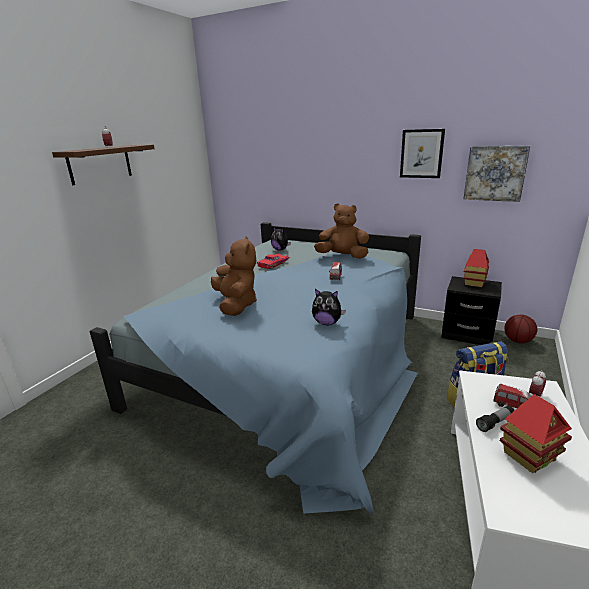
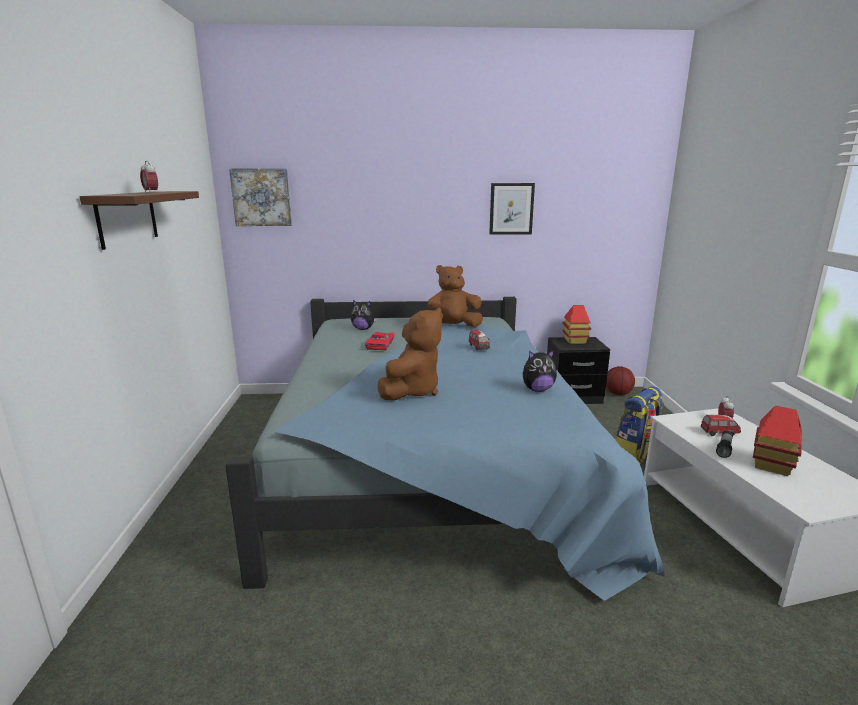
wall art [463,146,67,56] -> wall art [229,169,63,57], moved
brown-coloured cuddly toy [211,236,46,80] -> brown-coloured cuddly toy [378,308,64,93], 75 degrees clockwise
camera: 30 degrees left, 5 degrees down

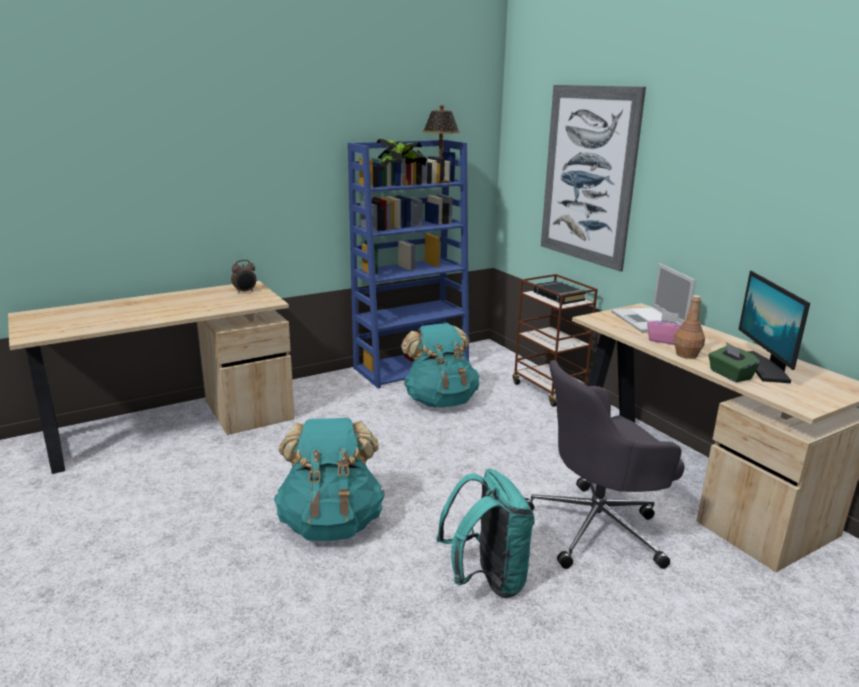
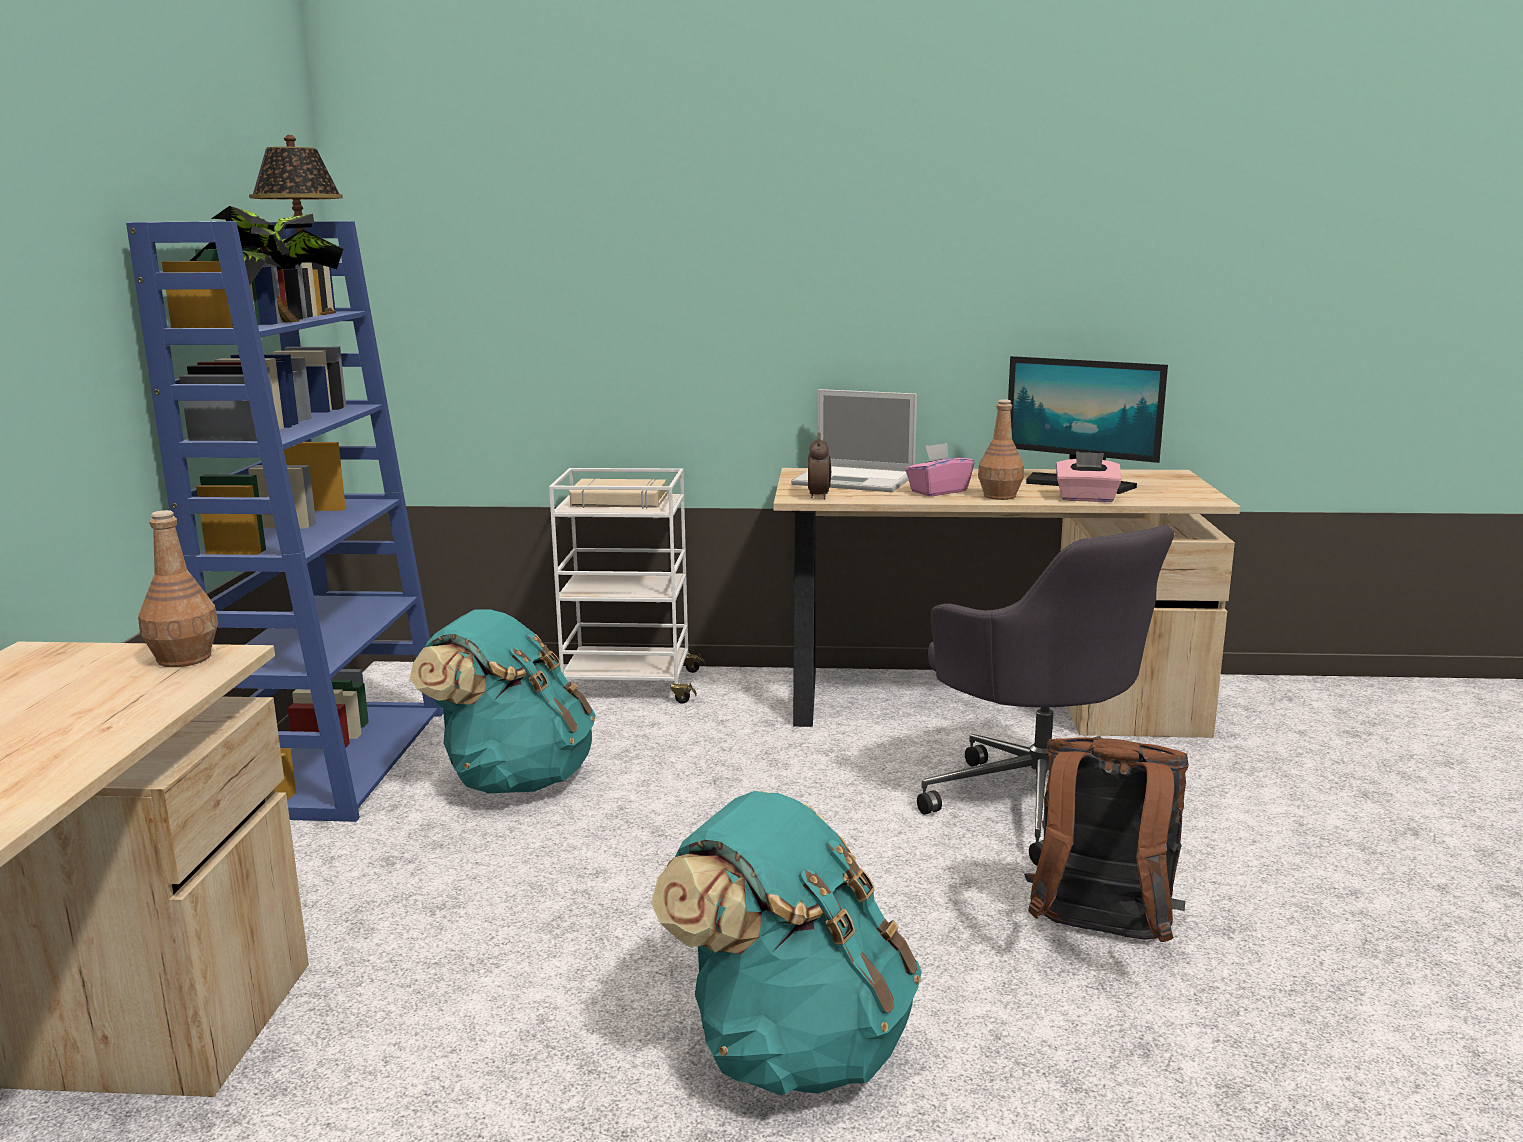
wall art [541,85,105,187] -> none
none -> brown-coloured beverage bottle [138,510,80,157]
bedside clock [231,260,25,34] -> bedside clock [808,433,23,67], moved
blue-green backpack [436,469,99,129] -> brown-coloured backpack [1024,738,165,204]
brown-coloured wheeled cart [512,274,86,133] -> whitish wheeled cart [549,468,157,236]
black-coloured book [533,281,53,23] -> beige-coloured book [569,479,98,30]
green-coloured tissue box [708,342,52,40] -> pink-coloured tissue box [1056,451,66,51]
greyish office chair [525,360,160,209] -> greyish office chair [917,525,258,341], 45 degrees counterclockwise
camera: 55 degrees left, 5 degrees down

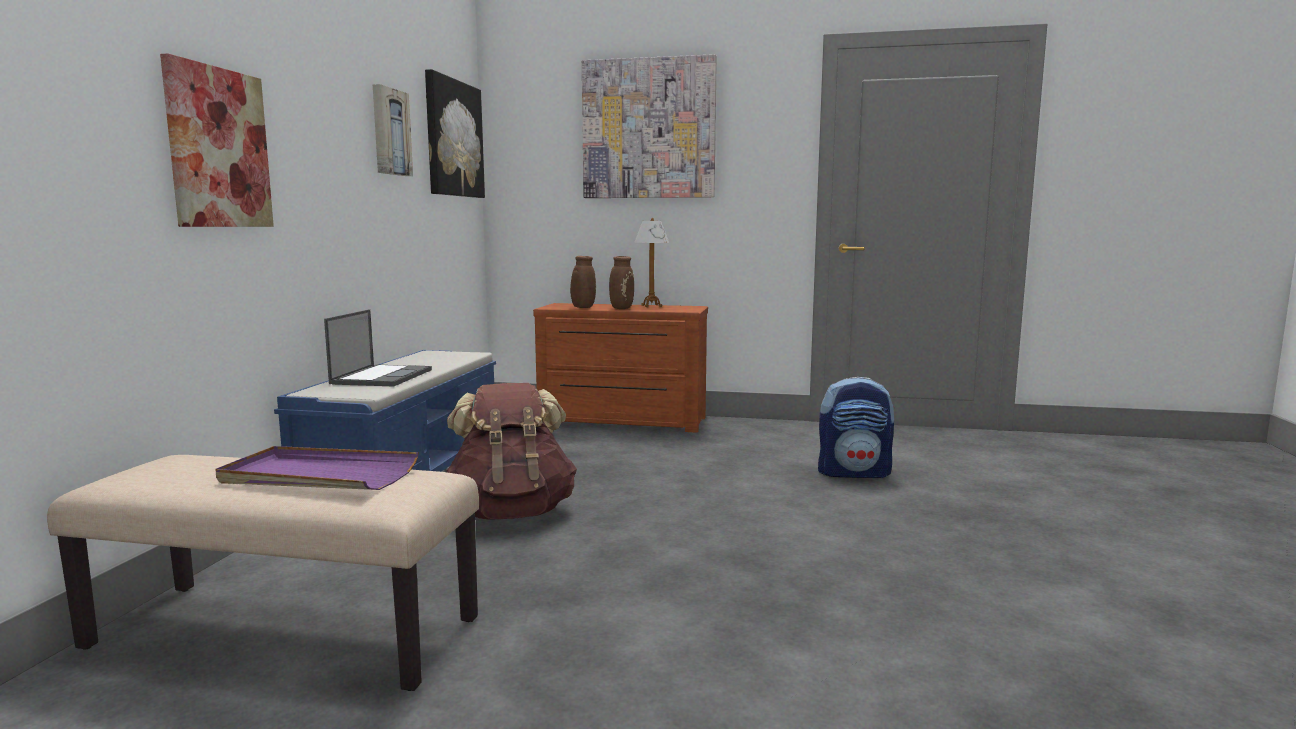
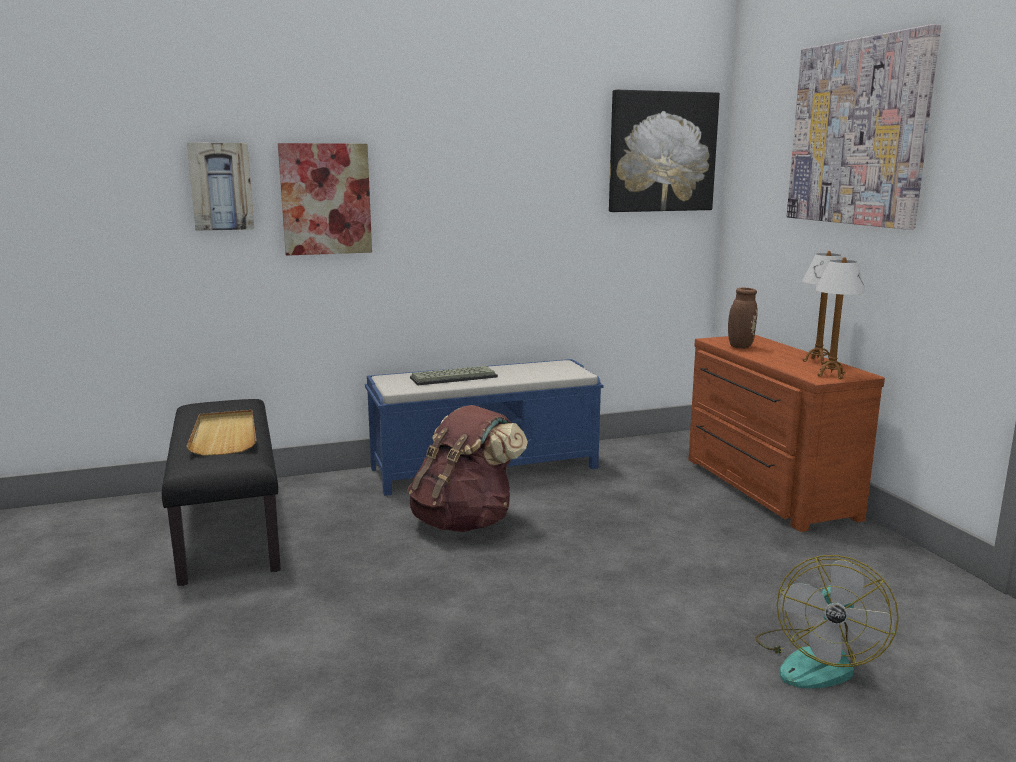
brown-coloured flower vase [609,256,25,53] -> none
none -> table lamp [815,257,51,122]
wall art [373,84,40,92] -> wall art [187,143,67,88], moved
notebook computer [324,309,108,77] -> keyboard [410,366,88,19]
backpack [818,377,77,101] -> electric fan [755,555,144,134]
beige-coloured bench [47,455,432,236] -> black-coloured bench [162,399,119,187]
purple-coloured carrying tray [215,446,204,44] -> beige-coloured carrying tray [186,410,70,46]
camera: 60 degrees right, 5 degrees up

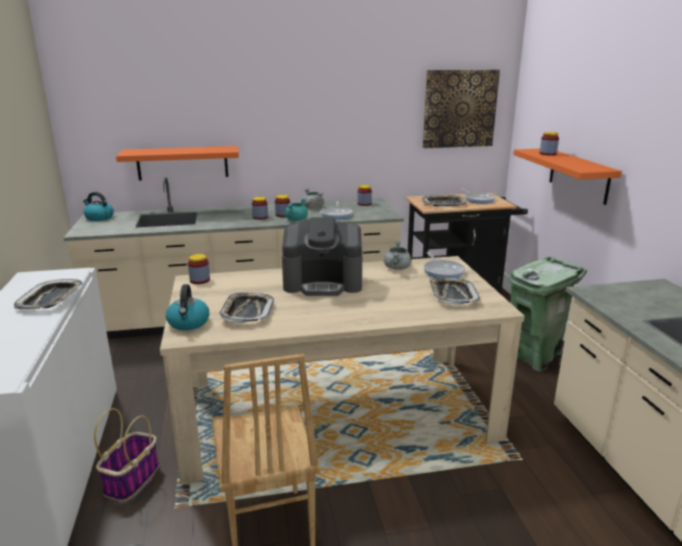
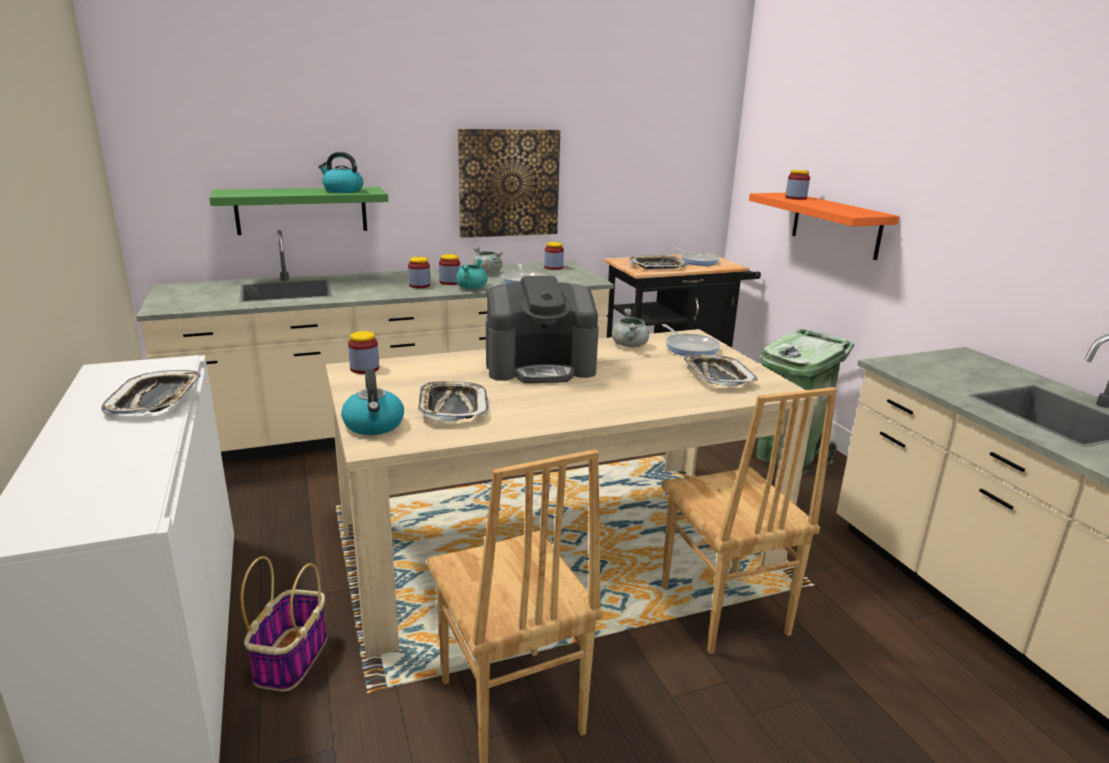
none -> brown-coloured upright chair [661,387,176,267]
tea kettle [83,192,31,29] -> tea kettle [318,152,45,41], moved
wall art [423,70,77,78] -> wall art [458,129,102,109], moved
orange-coloured shelf [116,146,123,34] -> green-coloured shelf [209,187,179,48]
camera: 10 degrees left, 0 degrees up

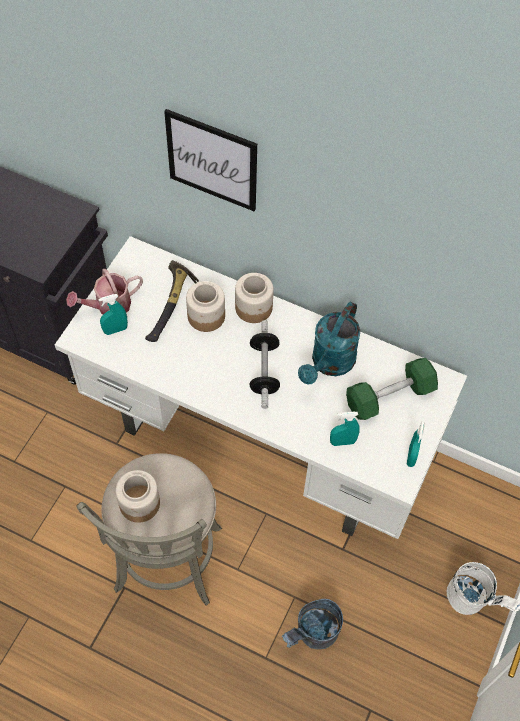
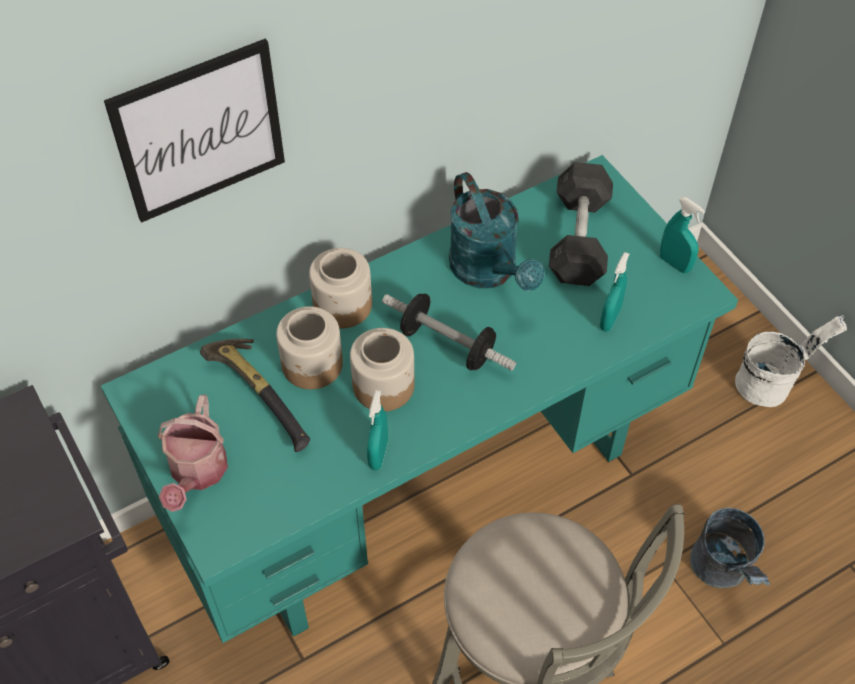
blue-green spray bottle [98,294,30,41] -> blue-green spray bottle [367,390,21,80], moved
jar [116,470,44,53] -> jar [350,328,65,84], moved
whitish desk table [55,236,412,303] -> blue-green desk table [101,155,637,488]
green-coloured hand weight [346,358,92,62] -> greyish hand weight [549,162,64,124]
camera: 55 degrees left, 5 degrees down

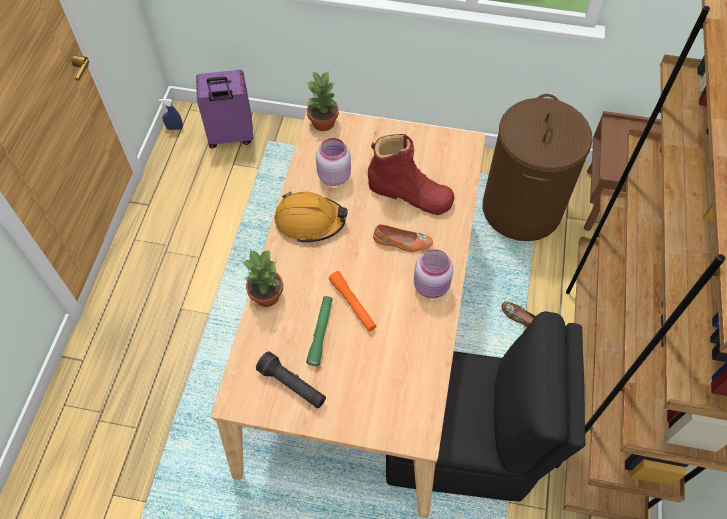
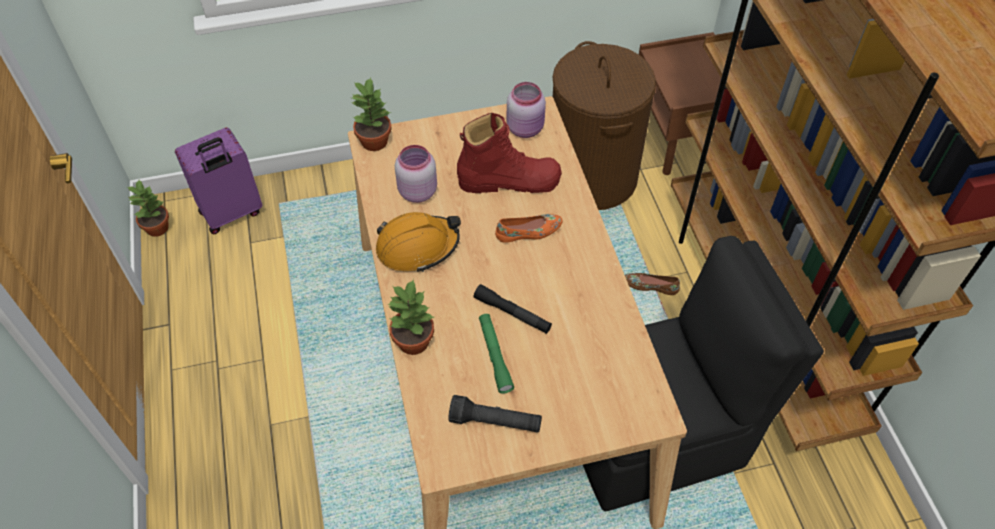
pink-coloured jar [414,249,39,49] -> pink-coloured jar [507,82,39,56], moved
blue spray bottle [159,99,24,31] -> plant in a pot [127,180,42,57]
orange-coloured torch [329,271,47,61] -> black-coloured torch [474,284,78,50]
camera: 25 degrees left, 5 degrees down

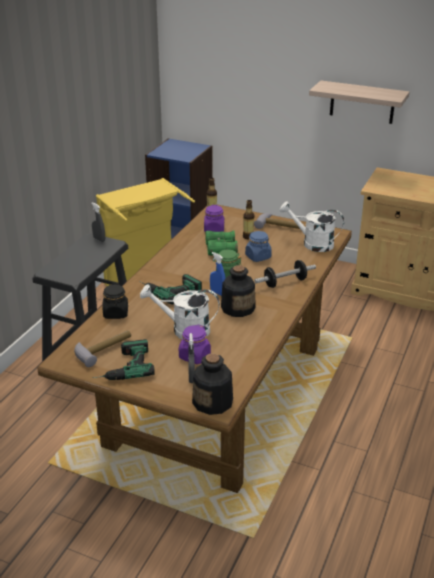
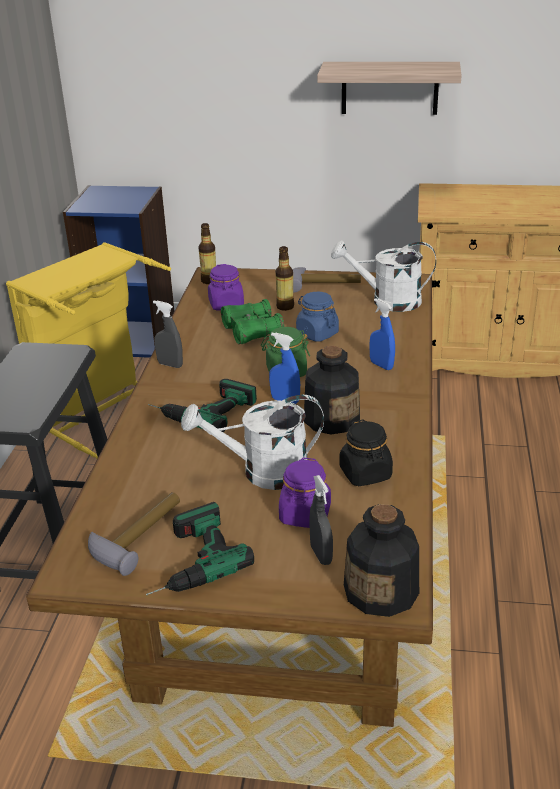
greyish spray bottle [91,202,14,40] -> greyish spray bottle [153,300,30,68], moved
black-coloured jar [102,284,26,35] -> black-coloured jar [339,419,54,67], moved
hand weight [254,260,62,28] -> blue spray bottle [370,298,25,72]
camera: 15 degrees left, 0 degrees up

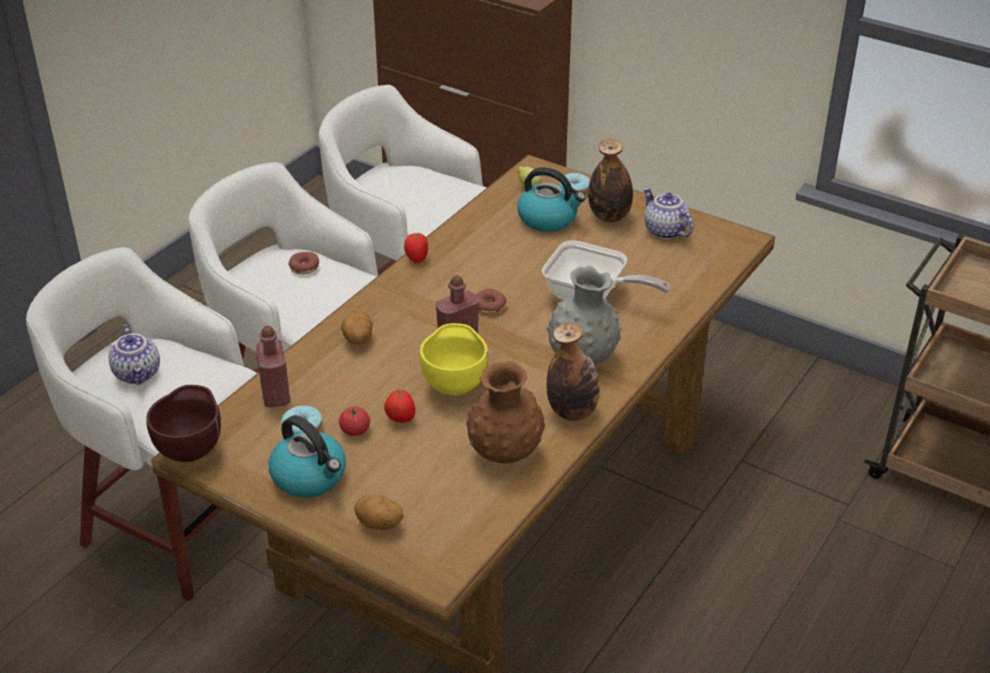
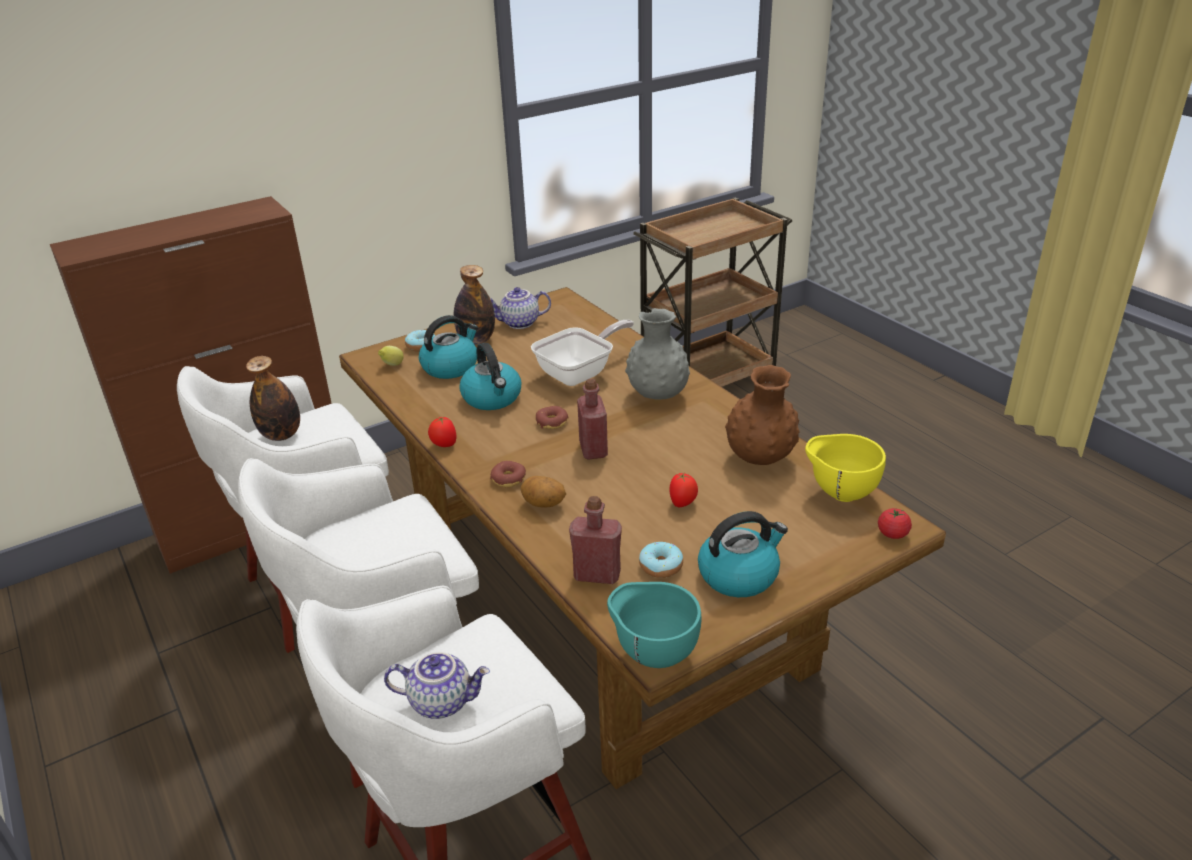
whole potato [354,494,50,36] -> none
none -> tea kettle [459,343,62,67]
donut [289,252,30,22] -> donut [490,461,36,26], moved
fresh tomato [339,407,31,29] -> fresh tomato [878,508,34,31], moved
yellow serving bowl [420,323,68,73] -> yellow serving bowl [805,434,81,68], moved
beverage bottle [547,323,53,98] -> beverage bottle [246,356,54,85], moved
brown-coloured serving bowl [146,385,75,77] -> blue-green serving bowl [607,582,95,86]
camera: 65 degrees left, 5 degrees down

